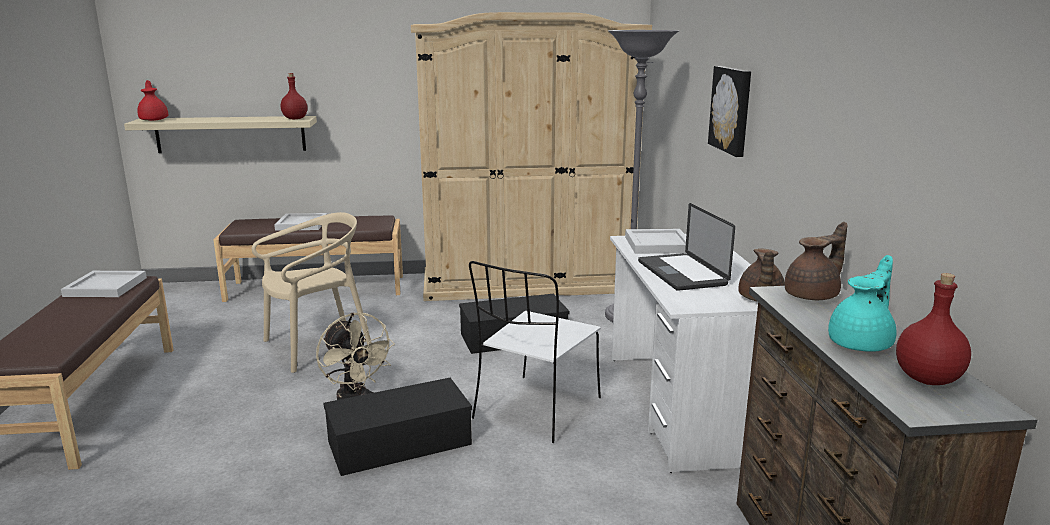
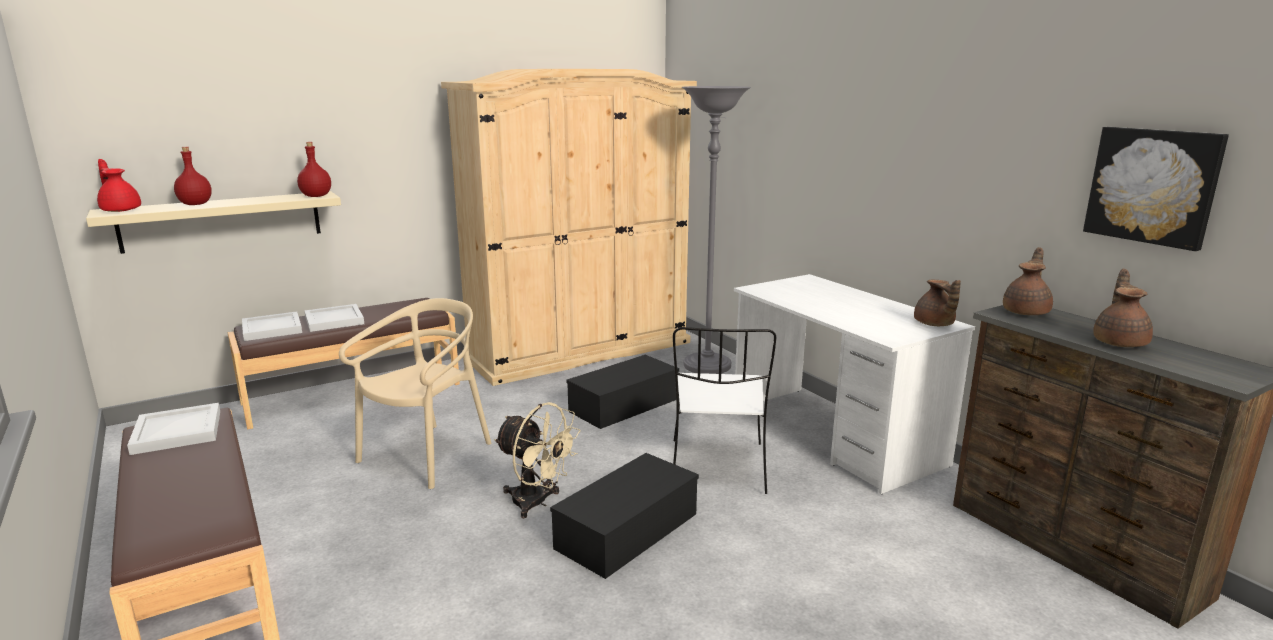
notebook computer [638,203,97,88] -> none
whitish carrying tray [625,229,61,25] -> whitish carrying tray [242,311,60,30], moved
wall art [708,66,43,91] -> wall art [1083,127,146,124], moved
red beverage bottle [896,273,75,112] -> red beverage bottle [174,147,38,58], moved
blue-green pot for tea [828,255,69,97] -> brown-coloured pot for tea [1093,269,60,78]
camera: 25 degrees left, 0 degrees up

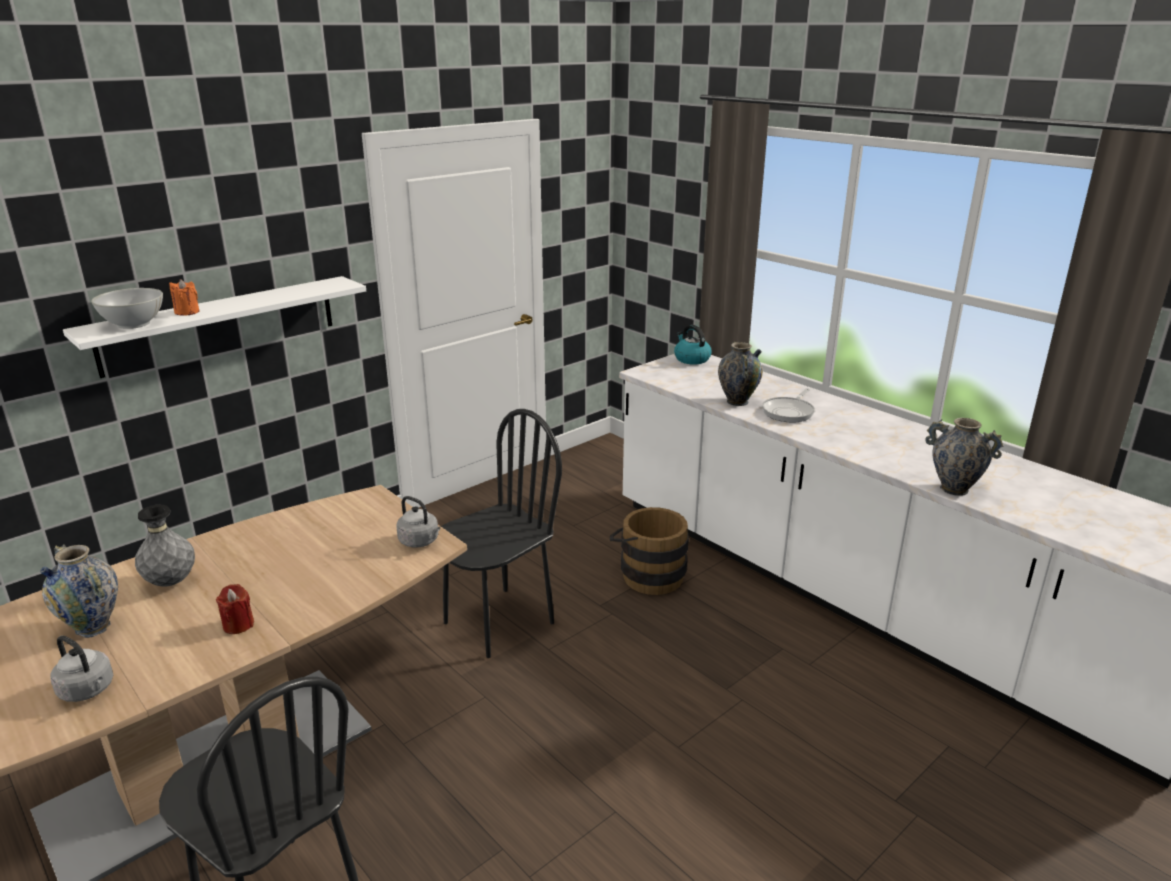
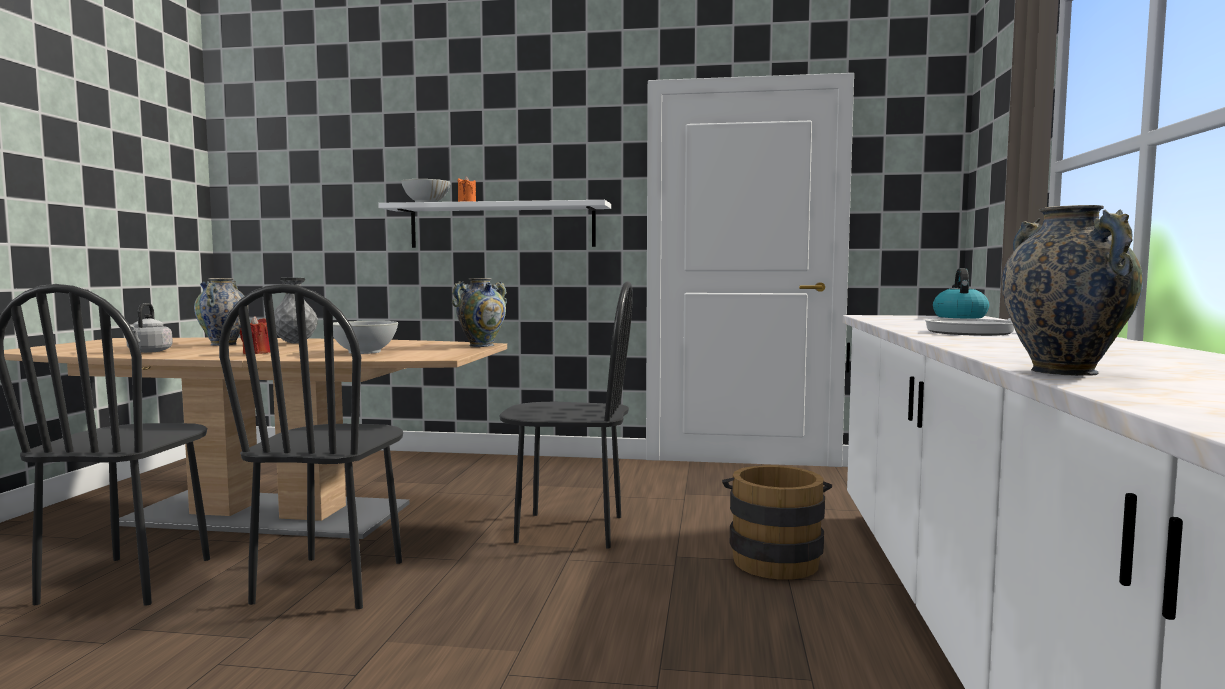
greyish tea kettle [396,496,44,52] -> none
none -> black-coloured upright chair [219,284,184,325]
none -> whitish serving bowl [333,321,65,33]
flower vase [718,341,45,65] -> flower vase [452,278,55,69], moved
camera: 50 degrees right, 20 degrees down

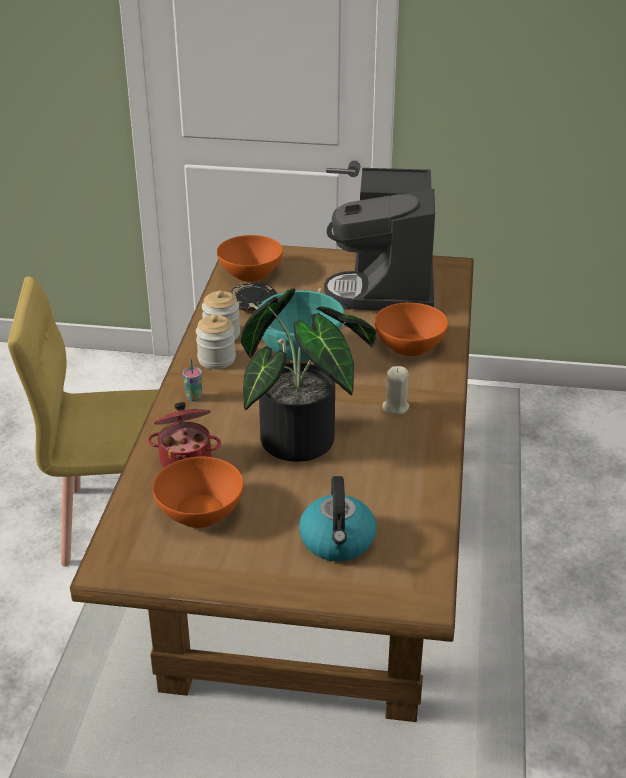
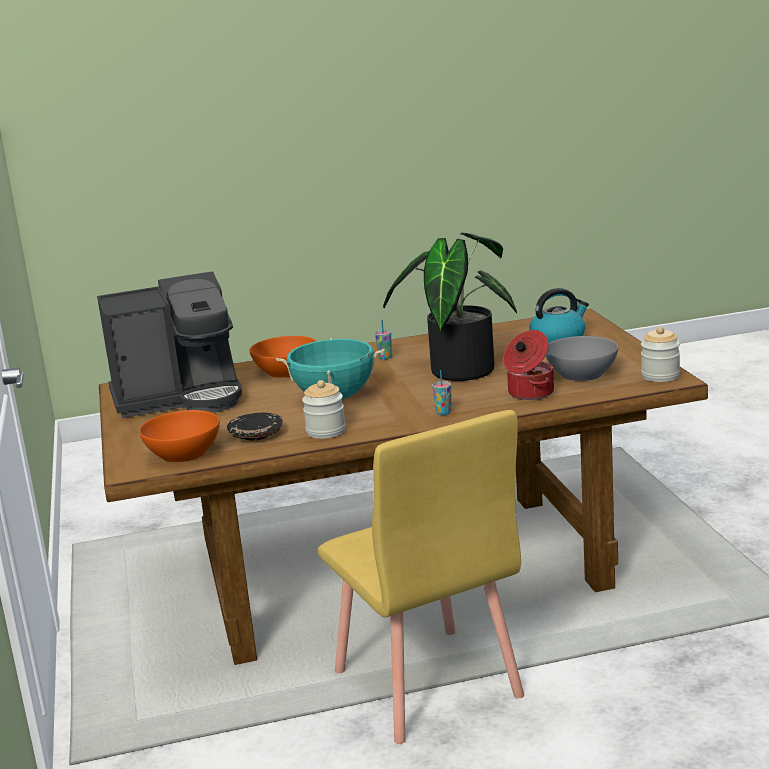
jar [196,314,40,55] -> jar [641,327,39,55], moved
beige-coloured candle [382,366,27,49] -> drinking cup [375,320,17,40]
orange-coloured serving bowl [153,457,91,71] -> greyish serving bowl [546,336,72,45]
camera: 110 degrees left, 15 degrees down

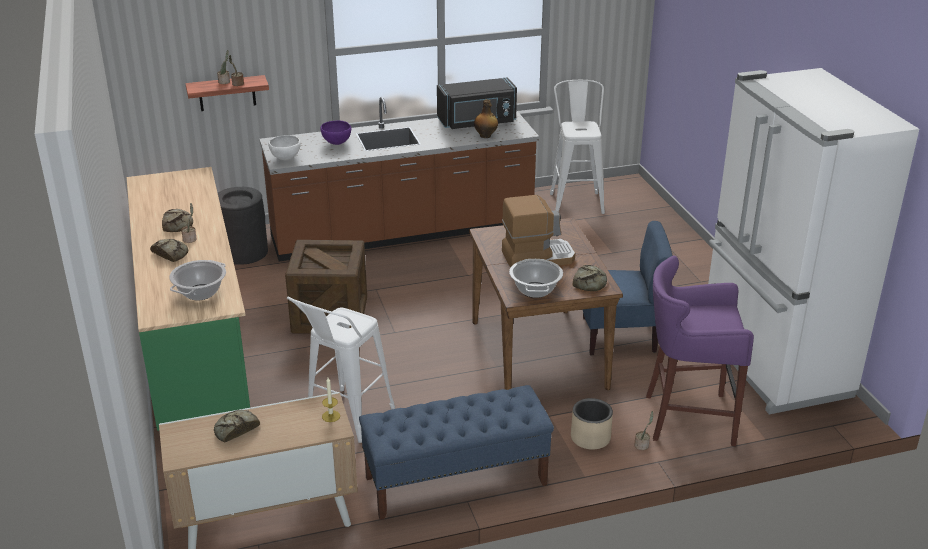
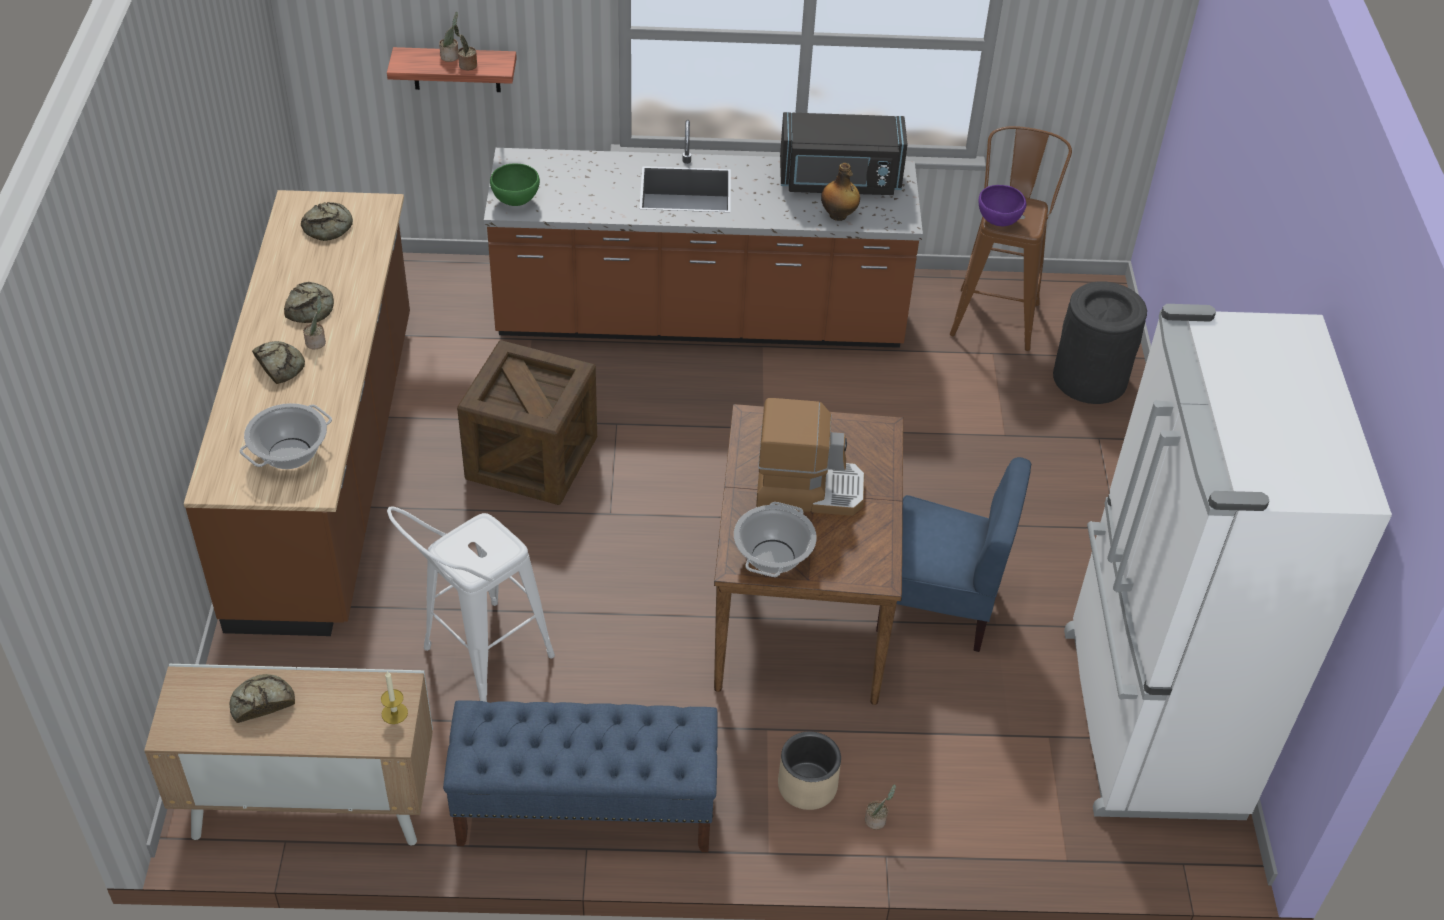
purple-coloured sitting stool [646,256,108,190] -> none
black-coloured waste bin [218,187,50,78] -> black-coloured waste bin [1053,281,94,123], moved
purple-coloured serving bowl [320,121,31,24] -> purple-coloured serving bowl [978,185,48,41], moved
bread [573,265,34,26] -> bread [301,202,52,39], moved
green-coloured kitchen base unit [127,167,123,267] -> brown-coloured kitchen base unit [184,190,226,446]
whitish serving bowl [268,135,33,25] -> green-coloured serving bowl [490,164,50,42]
whitish sitting stool [550,80,55,134] -> brown-coloured sitting stool [950,126,122,225]
camera: 15 degrees right, 15 degrees up

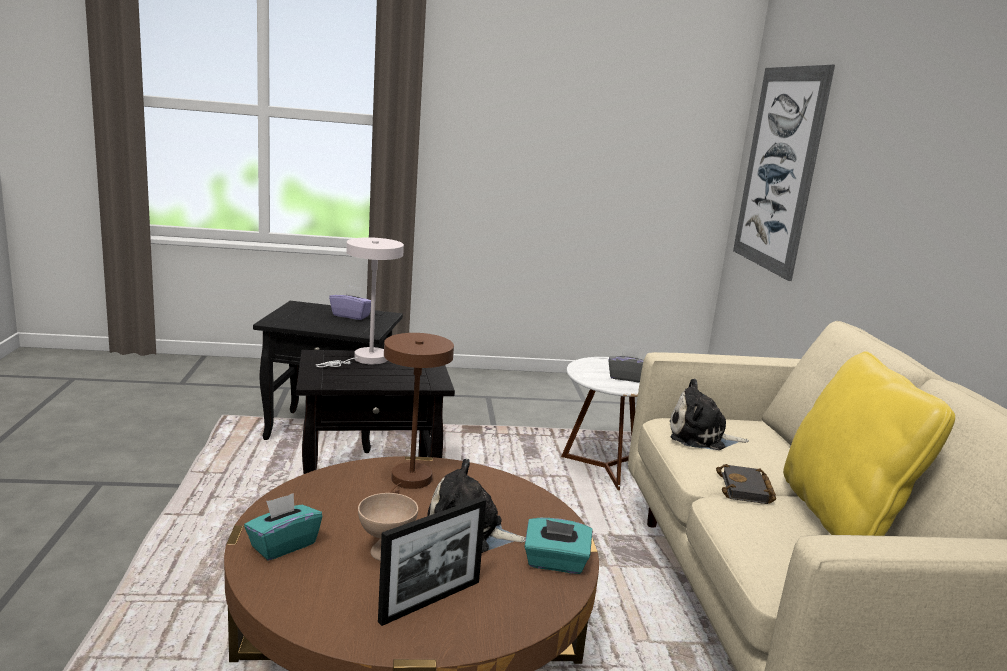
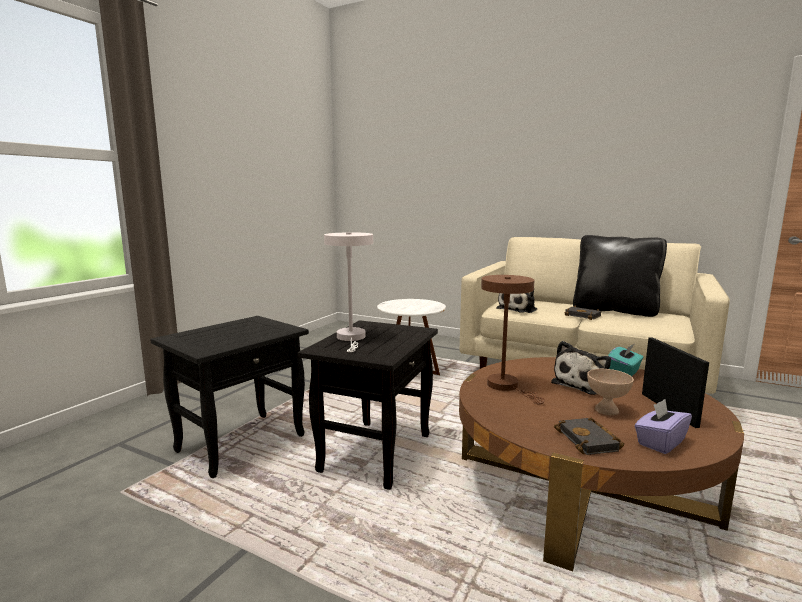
greyish tissue box [608,346,36,37] -> none
wall art [733,64,102,217] -> none
purple-coloured tissue box [329,285,42,35] -> purple-coloured tissue box [635,399,57,55], moved
blue-green tissue box [244,493,79,68] -> black-coloured book [554,417,70,38]
yellow pillow [783,351,172,185] -> black-coloured pillow [573,235,94,82]
camera: 55 degrees left, 5 degrees down

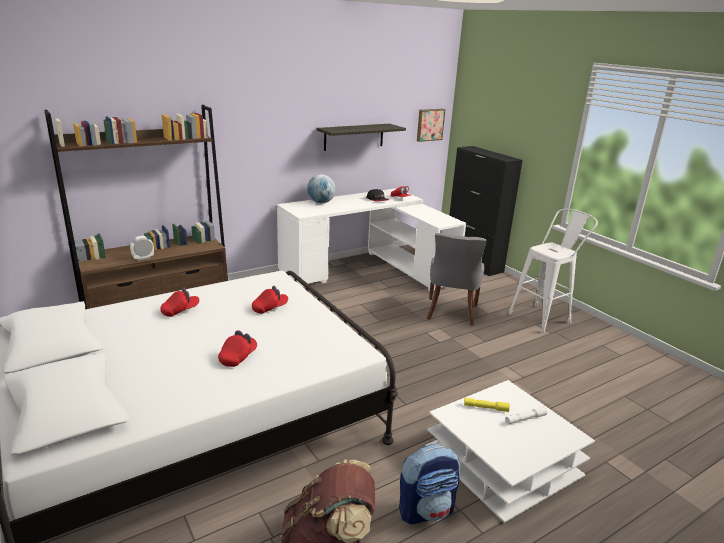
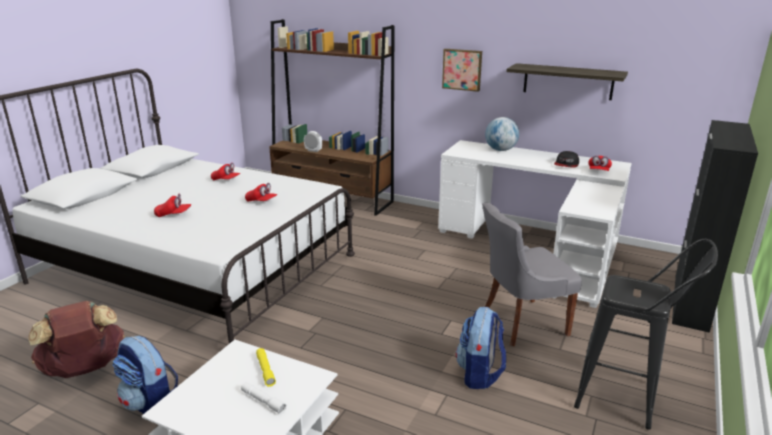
none -> backpack [456,307,50,82]
wall art [417,109,28,33] -> wall art [442,49,40,43], moved
whitish sitting stool [508,209,90,124] -> black-coloured sitting stool [574,239,144,191]
camera: 60 degrees right, 0 degrees up

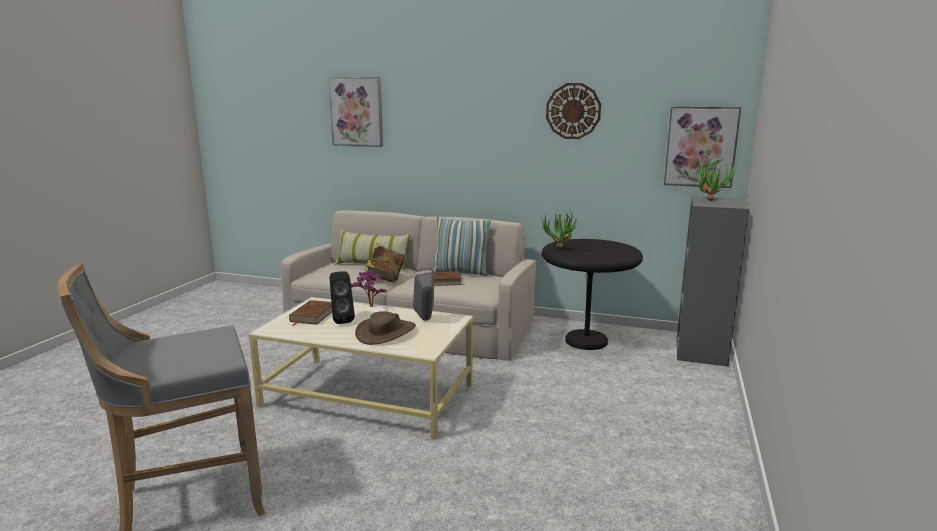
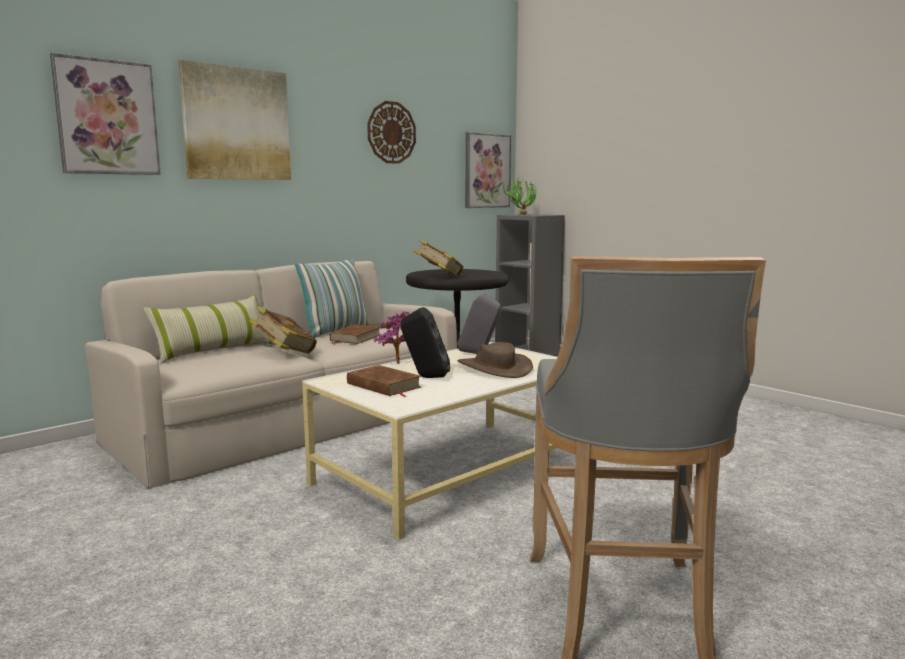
none -> wall art [179,60,112,120]
plant in a pot [541,211,36,37] -> book [413,239,51,38]
camera: 60 degrees left, 5 degrees down

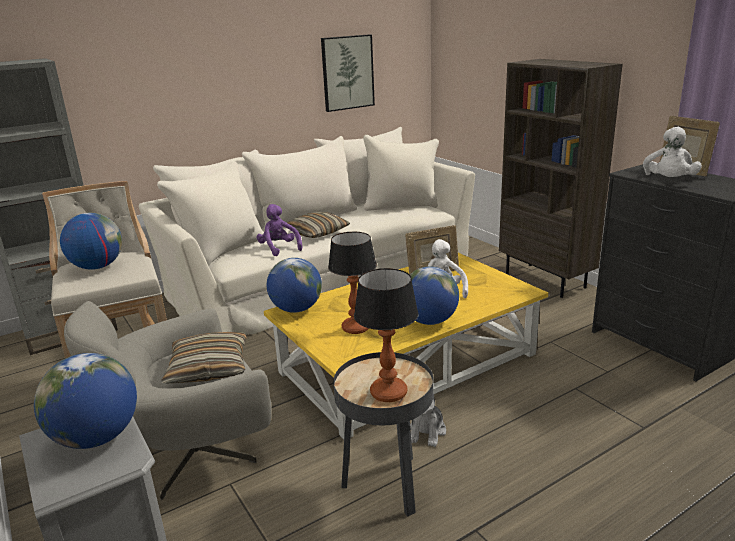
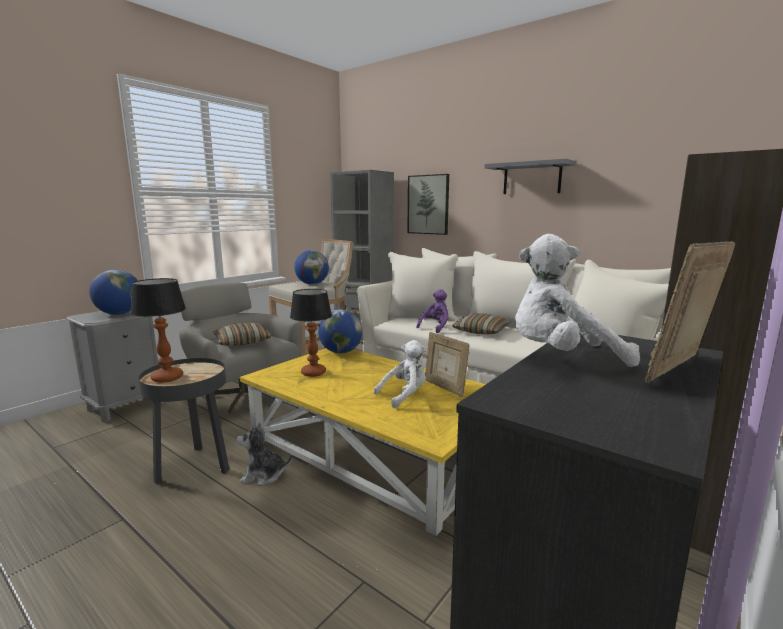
globe [410,267,49,58] -> none
none -> greyish shelf [484,158,91,36]
wall art [321,34,54,78] -> wall art [407,174,42,61], moved
camera: 70 degrees right, 10 degrees down

